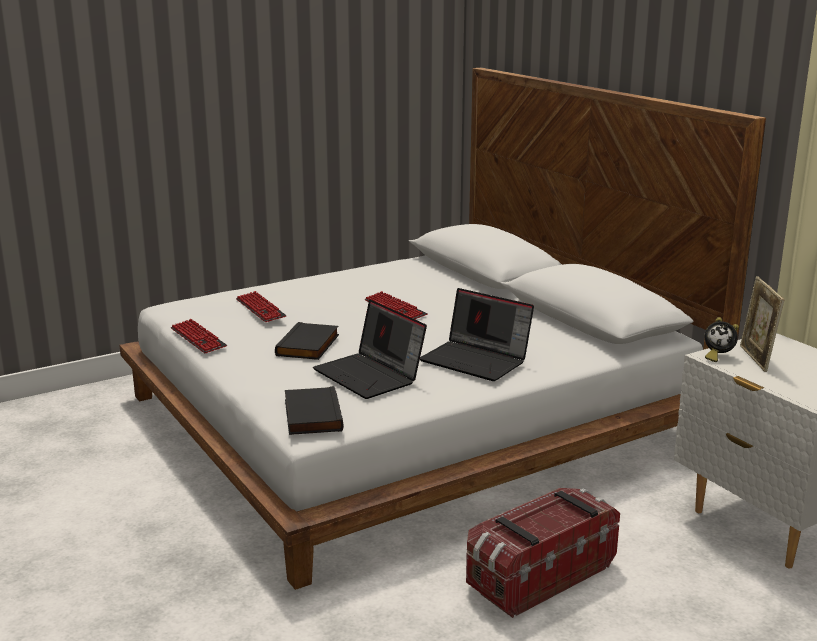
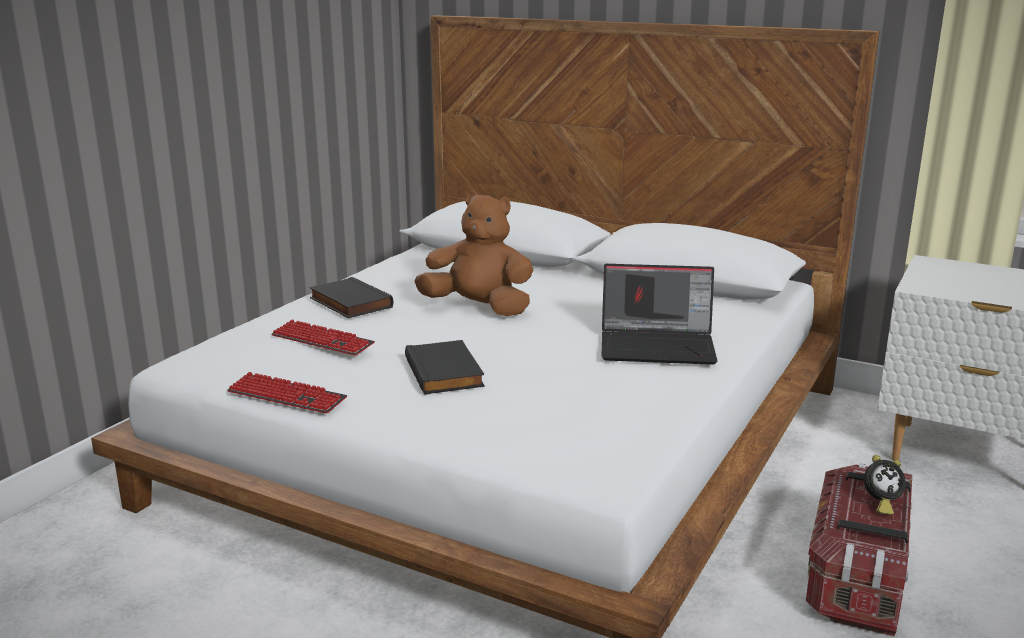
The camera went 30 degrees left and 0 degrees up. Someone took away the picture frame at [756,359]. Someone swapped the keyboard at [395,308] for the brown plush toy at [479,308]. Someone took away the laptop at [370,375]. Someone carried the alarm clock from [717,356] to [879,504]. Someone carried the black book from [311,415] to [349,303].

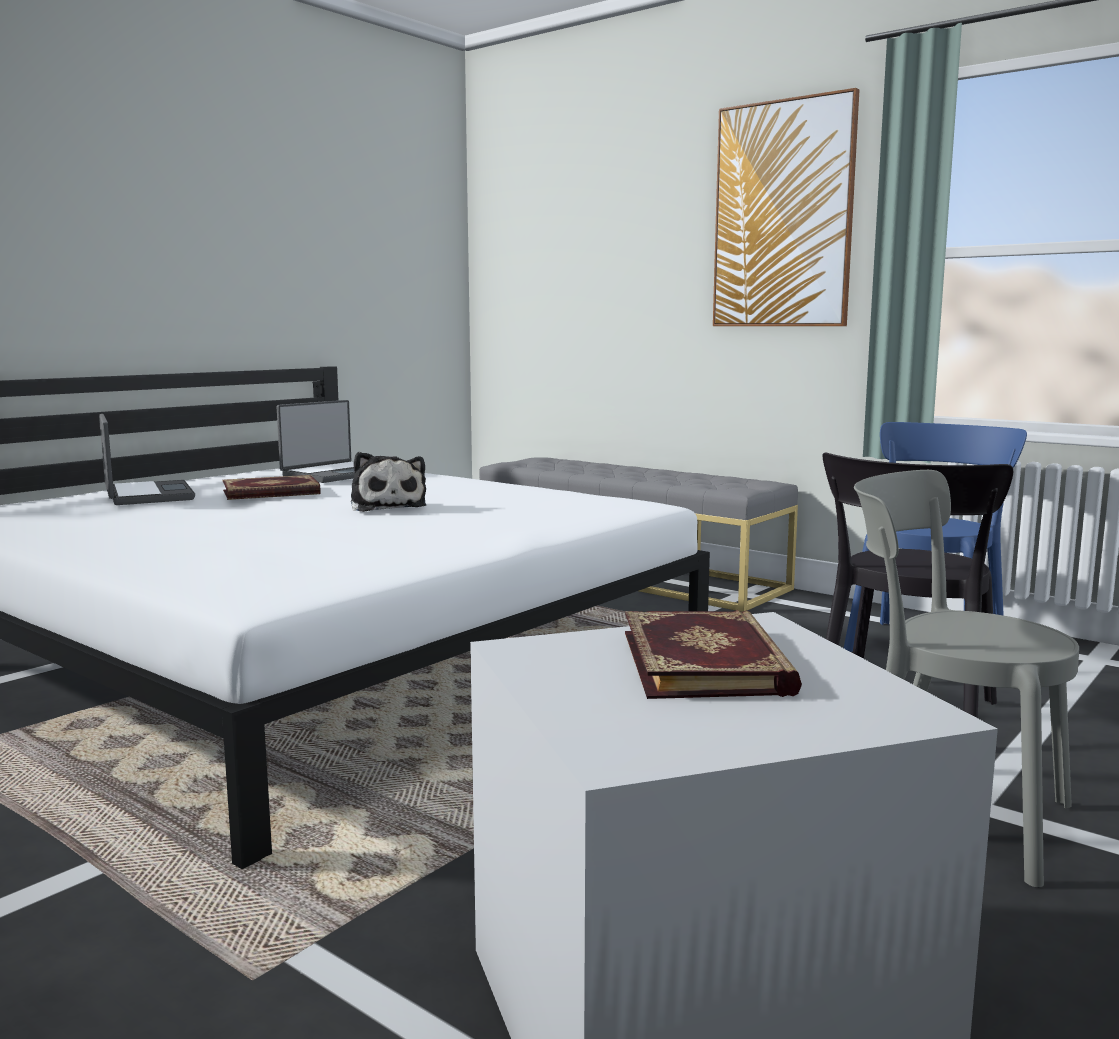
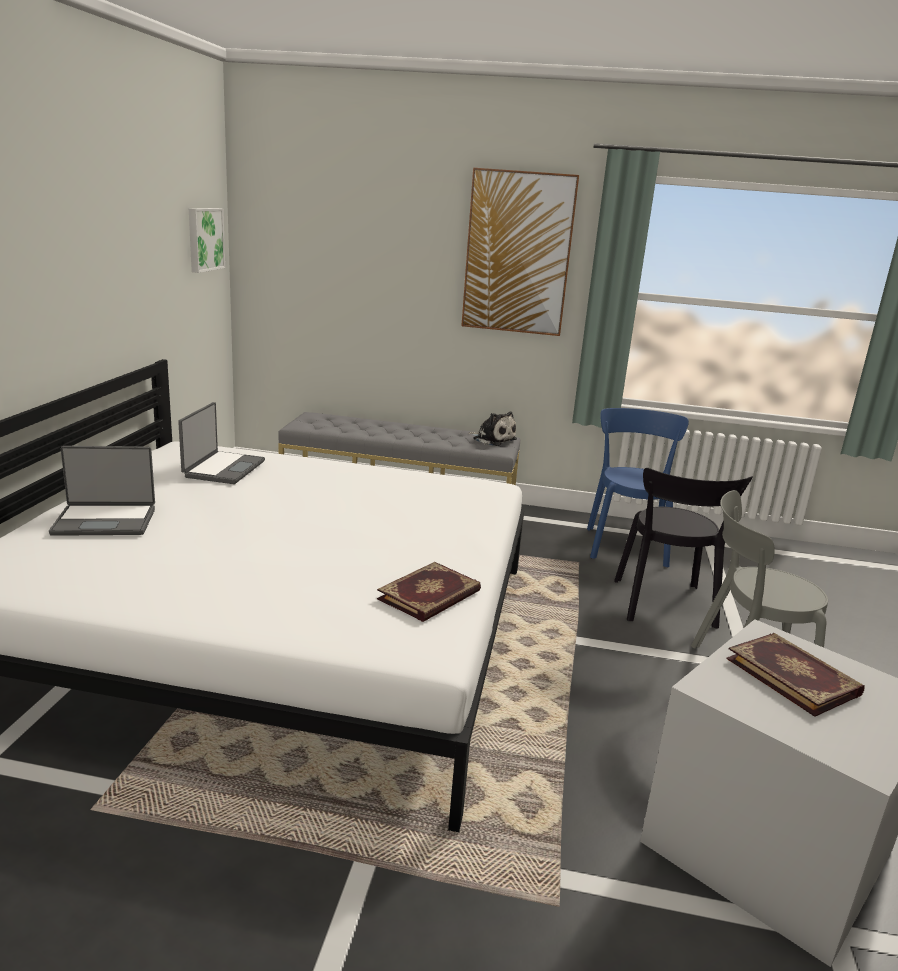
The camera went 30 degrees left and 10 degrees up. Someone rotated the laptop at [146,495] by 135 degrees clockwise. Someone carried the plush toy from [387,506] to [492,439]. Someone carried the book from [271,493] to [430,596]. Someone put up the picture at [204,239].

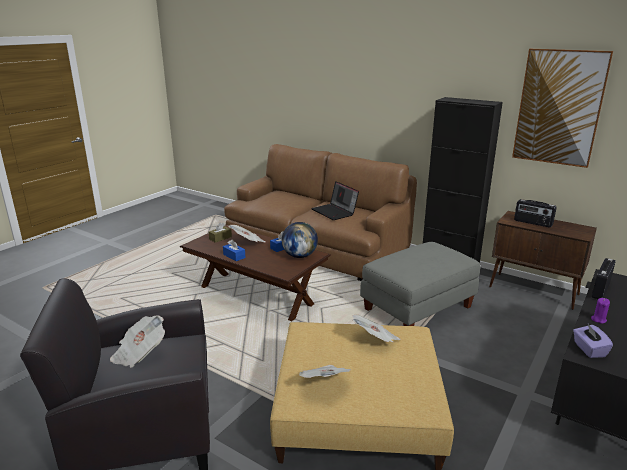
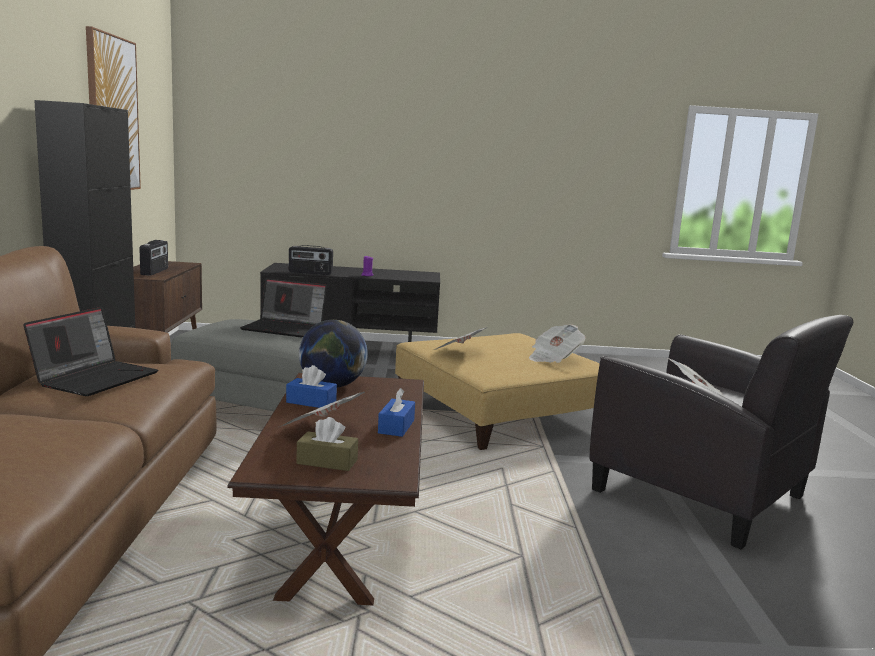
The camera went 125 degrees left and 10 degrees down. Someone took away the purple tissue box at [589,349]. Someone put down the laptop at [285,328].

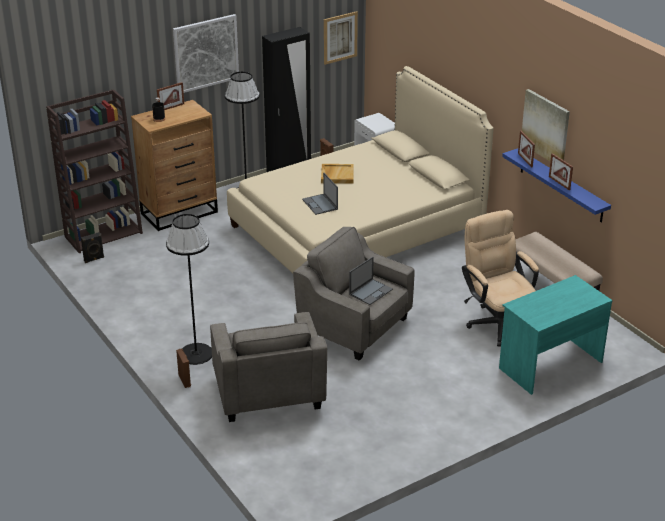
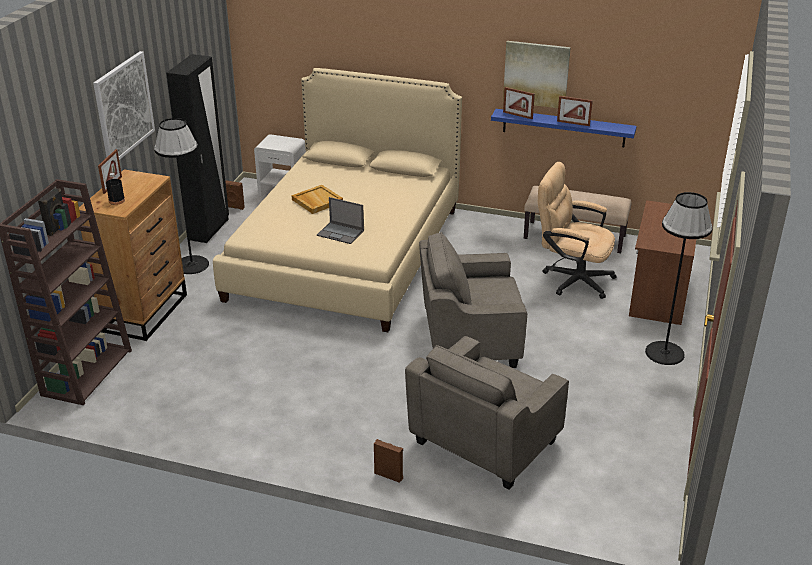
The camera went 40 degrees left and 0 degrees up. Someone took away the picture at [340,37]. Someone carried the black floor lamp from [196,354] to [664,353]. Someone carried the black speaker from [94,259] to [57,229]. Someone took away the laptop at [371,292]. Someone repainted the turquoise desk at [549,364], which became the brown desk at [658,294]. Someone rotated the grey armchair at [268,393] by 90 degrees clockwise.

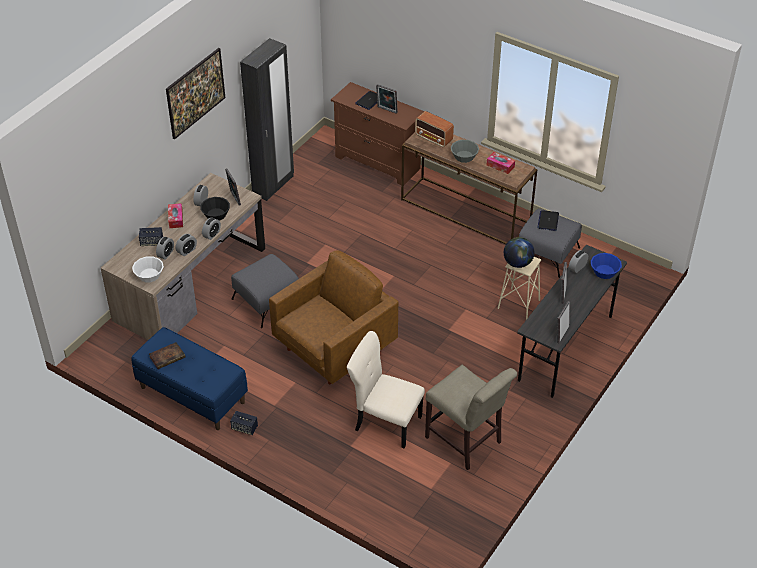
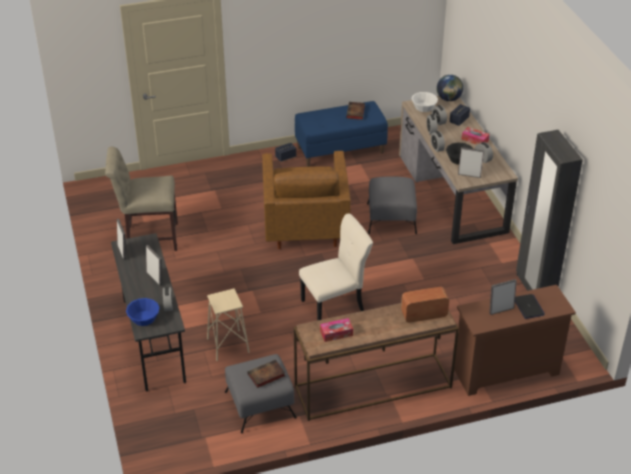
The camera went 130 degrees right and 5 degrees down. Someone took away the picture at [197,105]. Someone took away the grey bowl at [464,156]. Someone swapped the laptop at [548,221] for the book at [265,376]. Someone carried the globe from [517,263] to [449,99]. Someone carried the beige chair from [385,422] to [335,305].

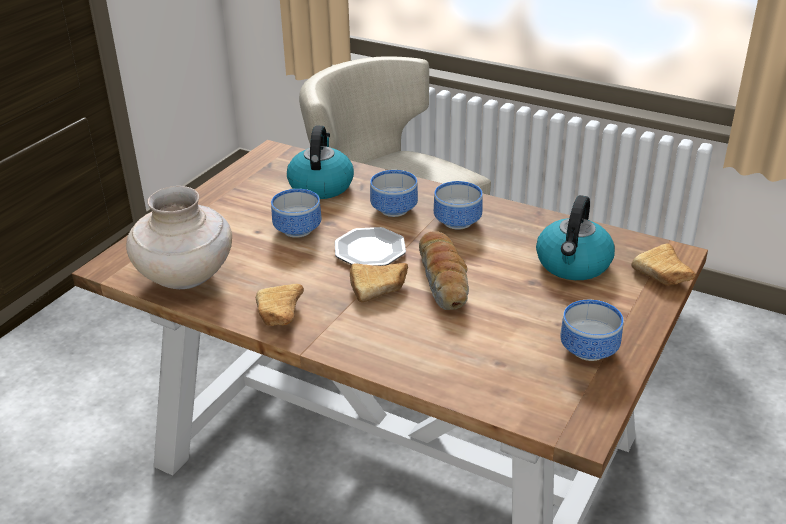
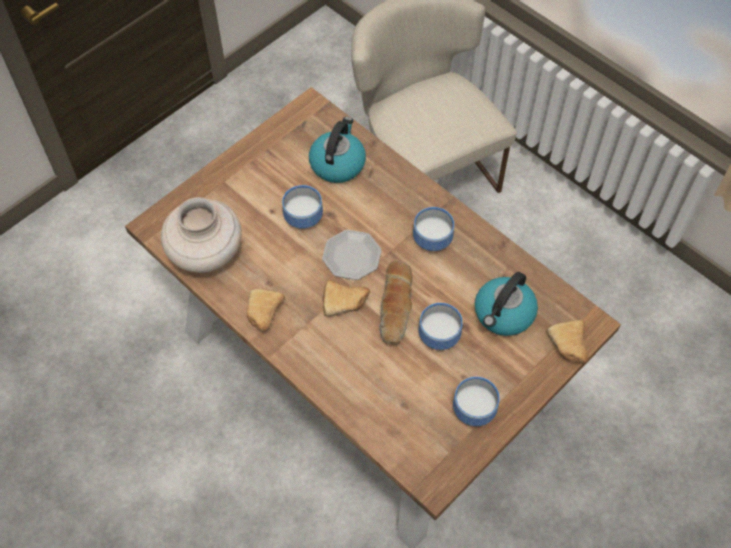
The camera went 15 degrees right and 25 degrees up. Someone carried the bowl from [395,208] to [440,333].

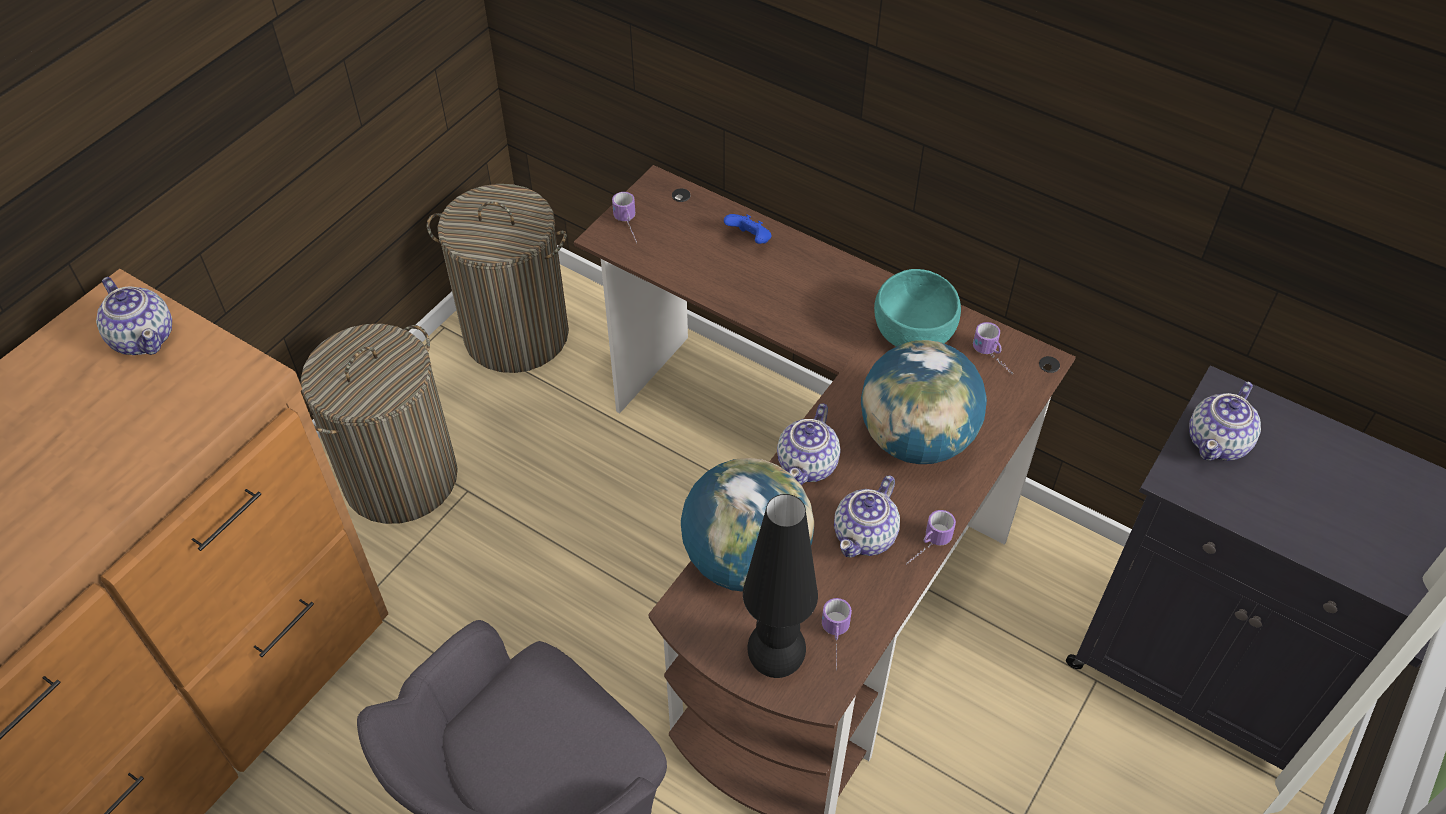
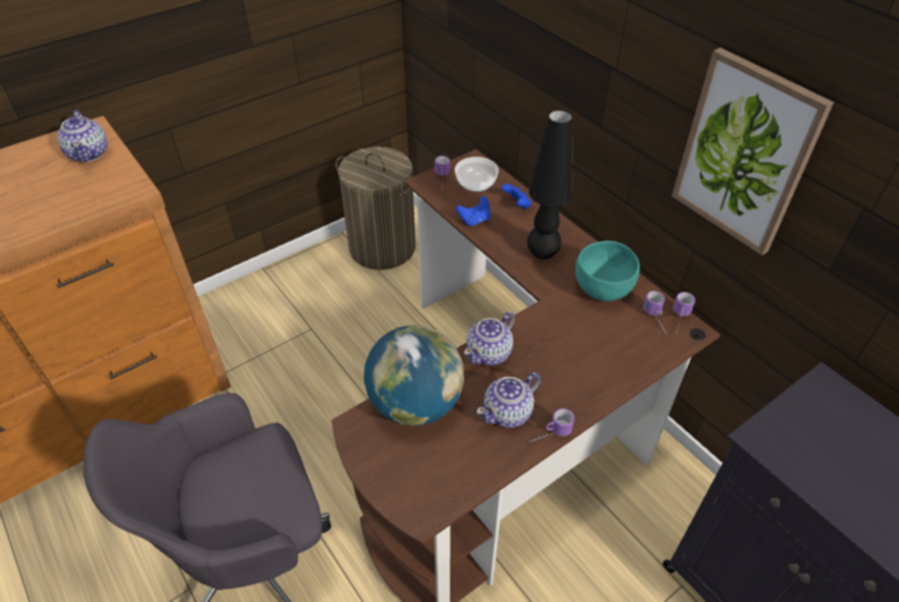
The camera went 20 degrees right and 5 degrees down. Someone took away the laundry basket at [400,477]. Someone took away the globe at [916,440]. Someone took away the teapot at [1218,442]. Someone carried the black table lamp from [775,661] to [542,254]. Someone carried the mug from [835,643] to [678,321]. Someone put up the picture at [745,153]. Someone put down the bowl at [475,183]. Someone put down the blue game controller at [474,220].

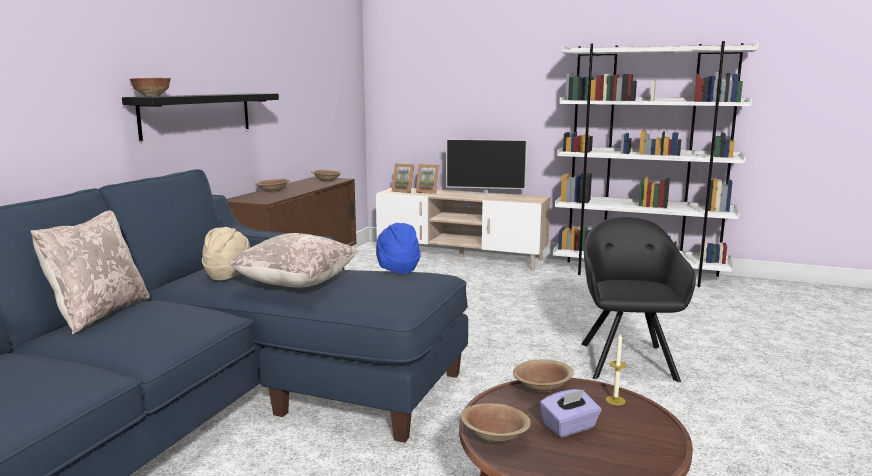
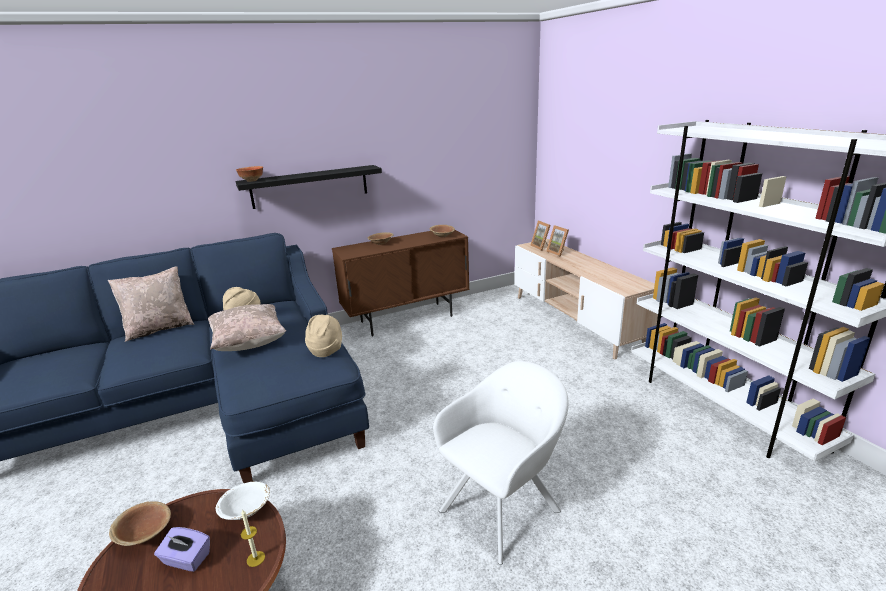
The camera went 45 degrees right and 10 degrees up. Someone took away the television at [485,194]. Someone repainted the black armchair at [626,359], which became the white armchair at [503,507]. Someone repainted the blue hat at [397,269], which became the beige hat at [326,349]. Someone repainted the brown bowl at [542,387], which became the white bowl at [246,510].

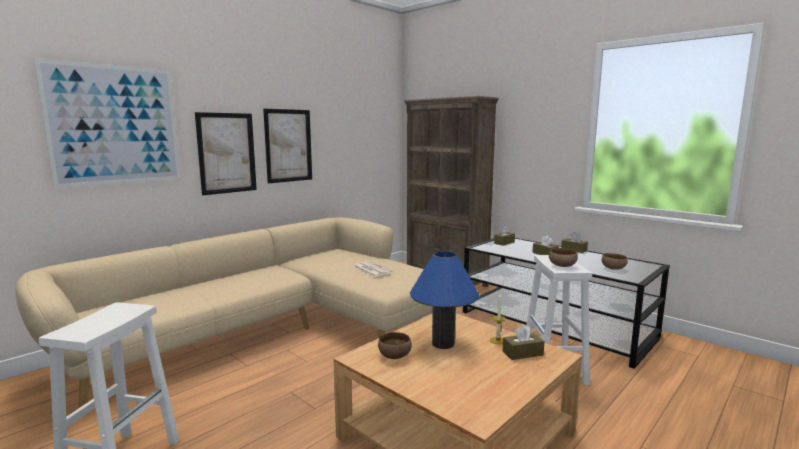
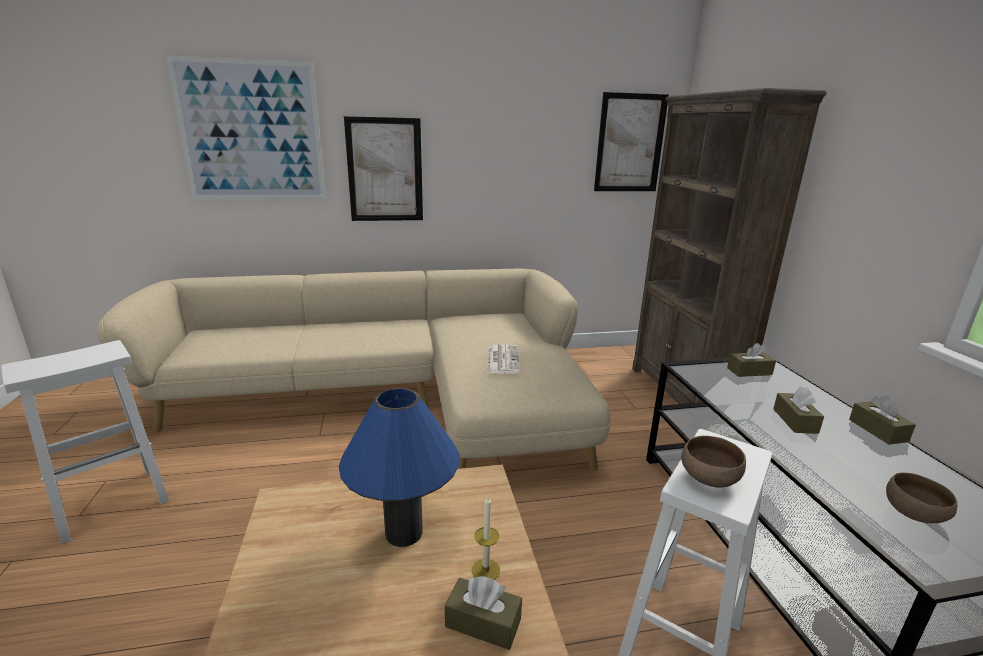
The camera went 35 degrees right and 10 degrees up. Someone carried the picture from [288,145] to [630,143]. Someone took away the brown bowl at [394,355].

